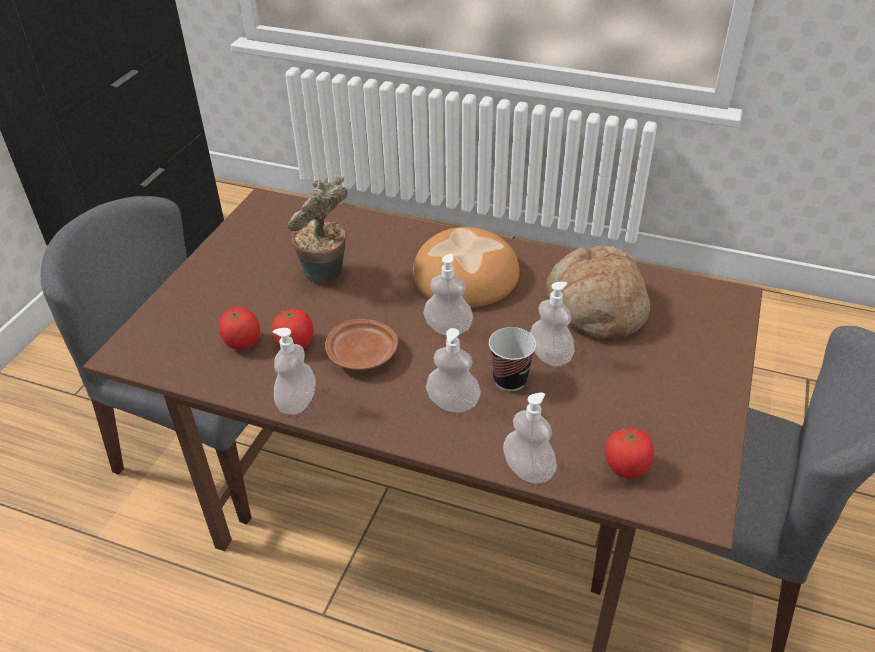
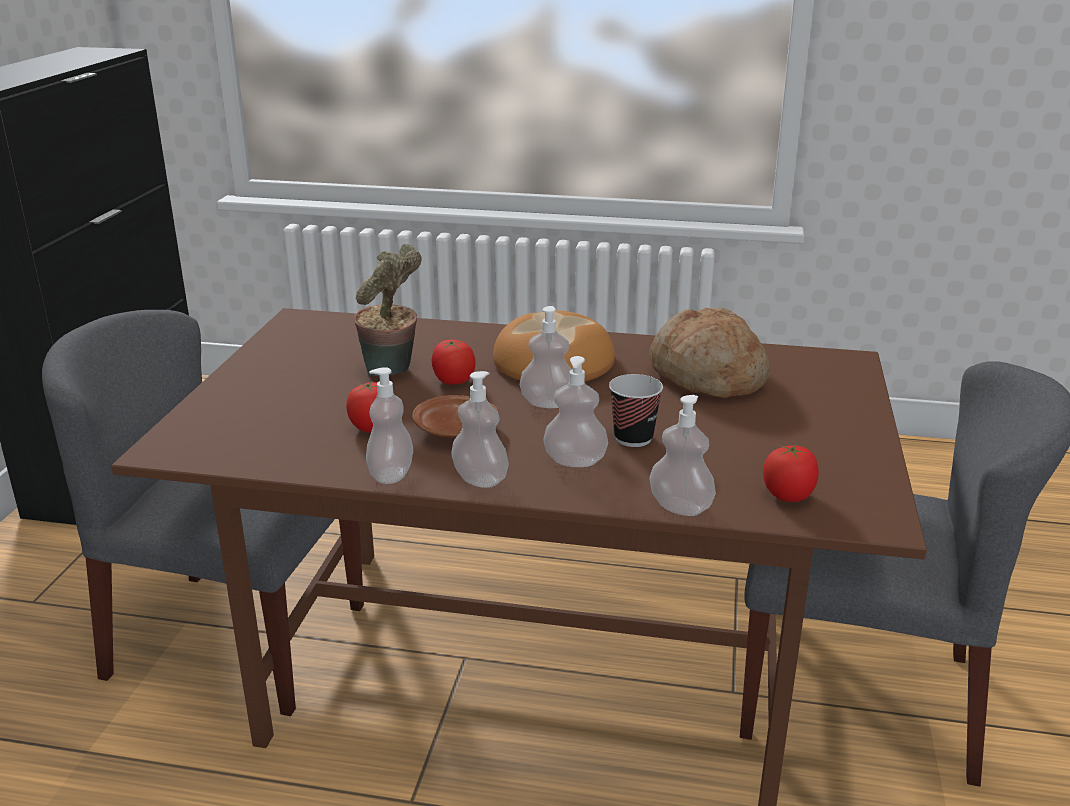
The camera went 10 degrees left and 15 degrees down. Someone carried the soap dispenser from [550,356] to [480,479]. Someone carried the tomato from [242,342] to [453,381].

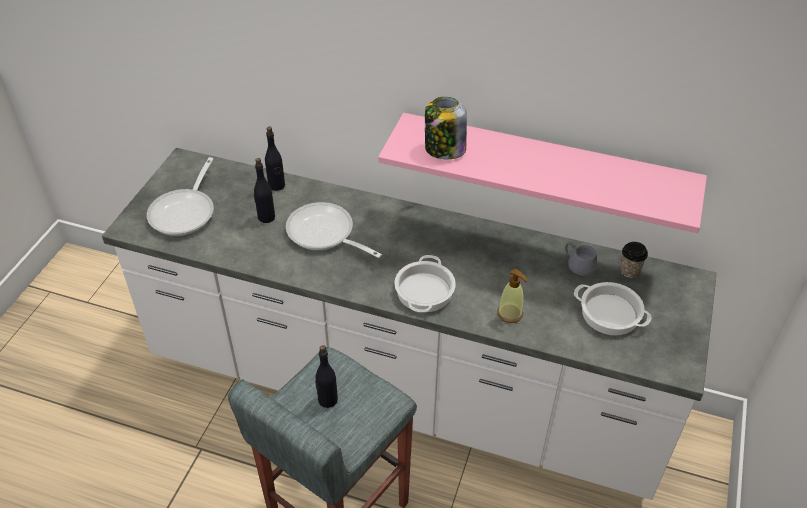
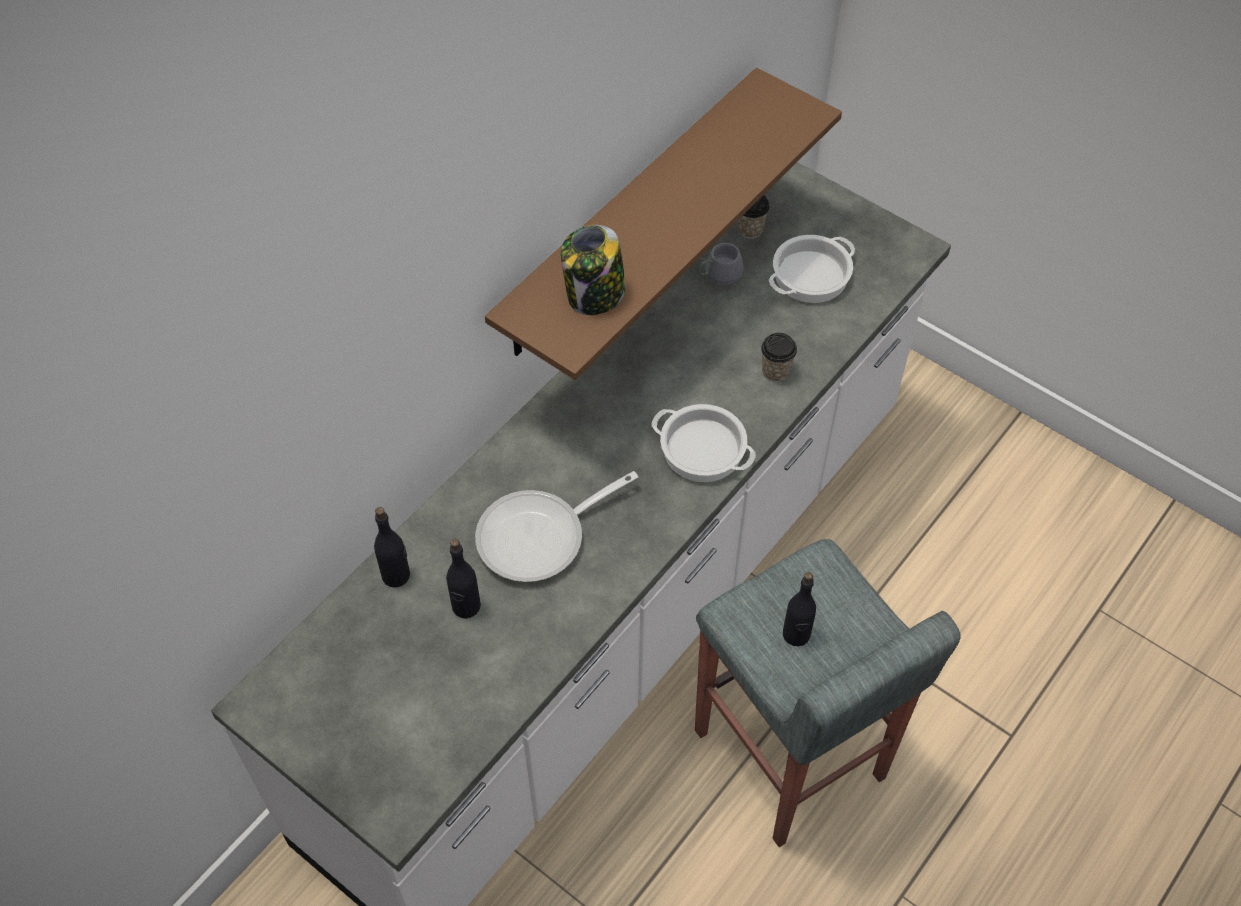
The camera went 70 degrees left and 10 degrees up. Someone repainted the pink shelf at [545,167], which became the brown shelf at [628,215]. Someone took away the frying pan at [185,212]. Someone swapped the soap dispenser at [510,313] for the cup at [775,372].

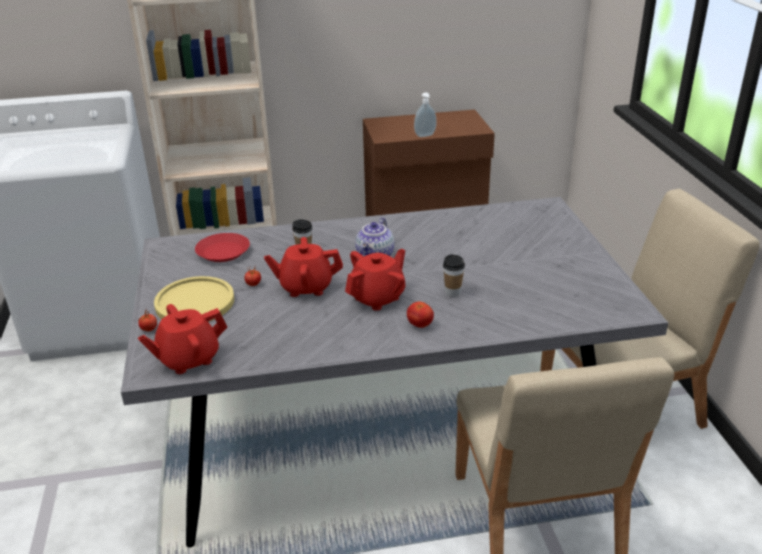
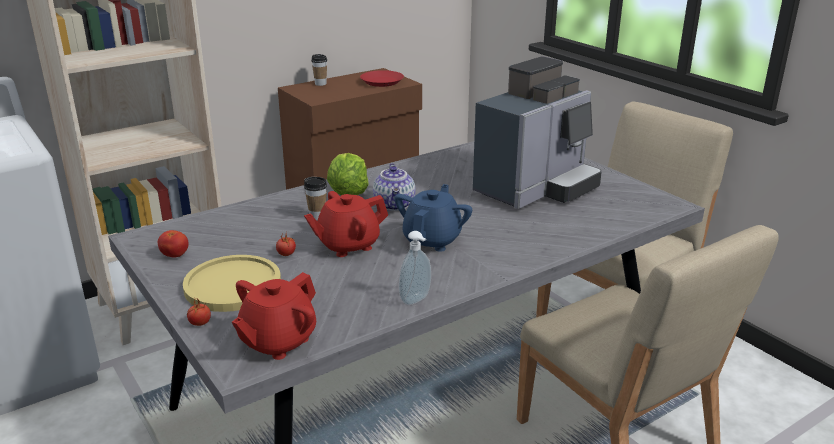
The camera went 25 degrees left and 5 degrees down. Someone carried the soap dispenser from [425,136] to [416,300]. Someone carried the red plate from [223,252] to [382,82]. Someone repainted the red teapot at [377,298], which became the blue teapot at [432,240]. Someone carried the cup from [452,292] to [320,84]. Someone carried the tomato from [420,325] to [175,255]. Someone put down the coffee machine at [536,188]. Someone put down the lettuce at [348,192].

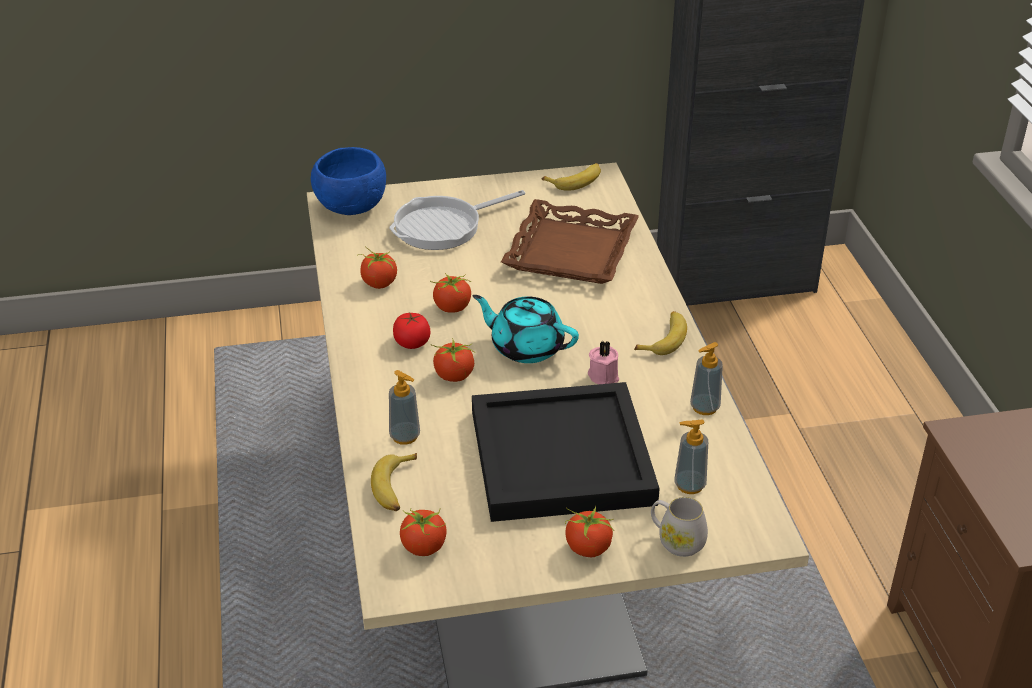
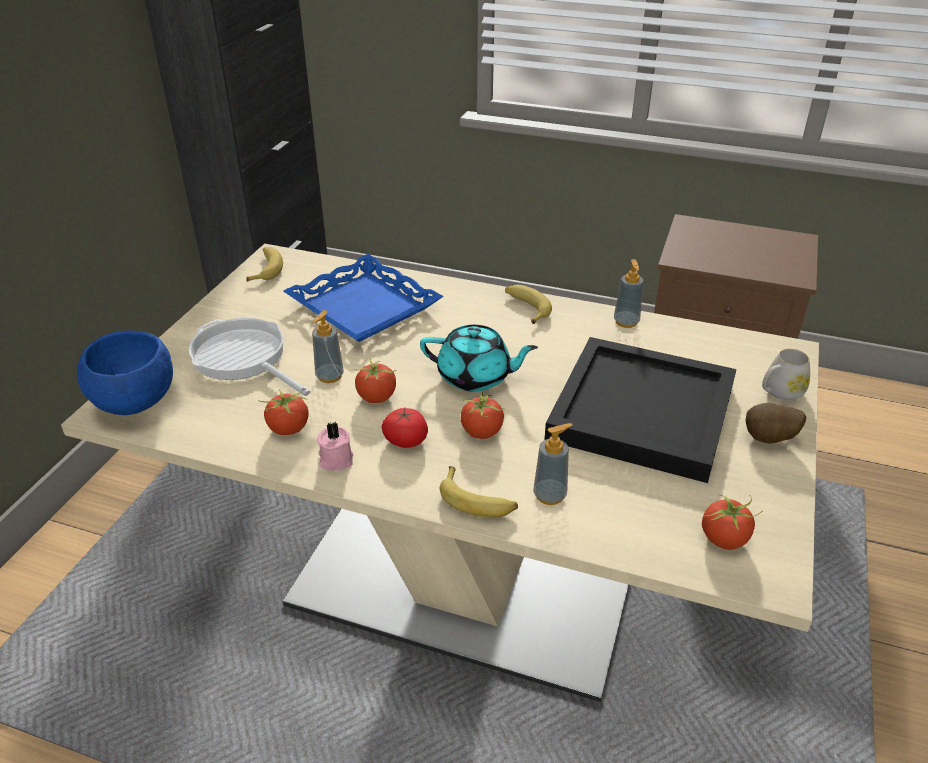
The camera went 60 degrees left and 0 degrees up. Someone rotated the frying pan at [443,226] by 135 degrees clockwise. Someone repainted the brown tray at [572,252], which became the blue tray at [365,306]. Someone rotated the turquoise teapot at [526,347] by 135 degrees counterclockwise. Someone carried the pink candle from [604,375] to [335,459]. Someone carried the soap dispenser from [689,485] to [329,376]. Someone carried the banana from [395,488] to [477,501]. Someone swapped the tomato at [587,548] for the potato at [769,440].

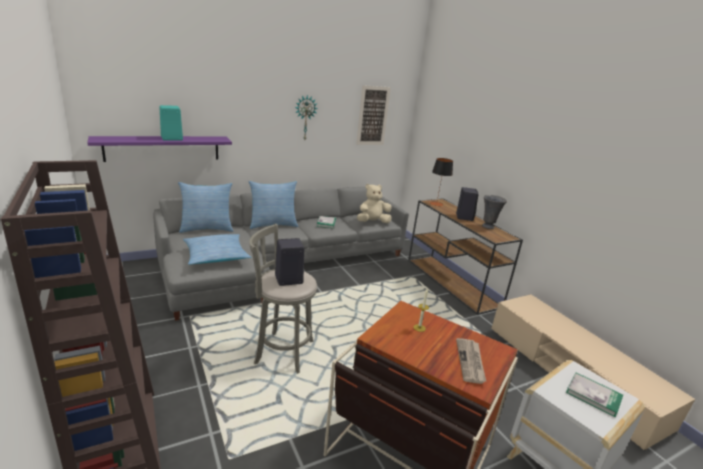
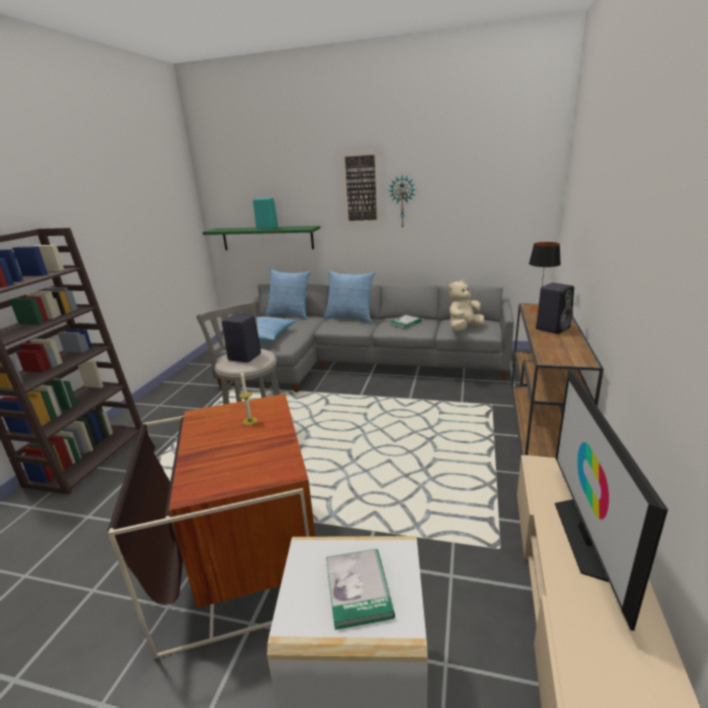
The camera went 45 degrees right and 0 degrees up. Someone carried the picture from [373,116] to [361,188]. Someone repainted the purple shelf at [163,148], which became the green shelf at [267,238]. Someone rotated the beige plush toy at [372,222] by 60 degrees counterclockwise. Someone took away the grey vase at [488,226]. Someone took away the newspaper at [470,362]. Someone put down the television at [587,537].

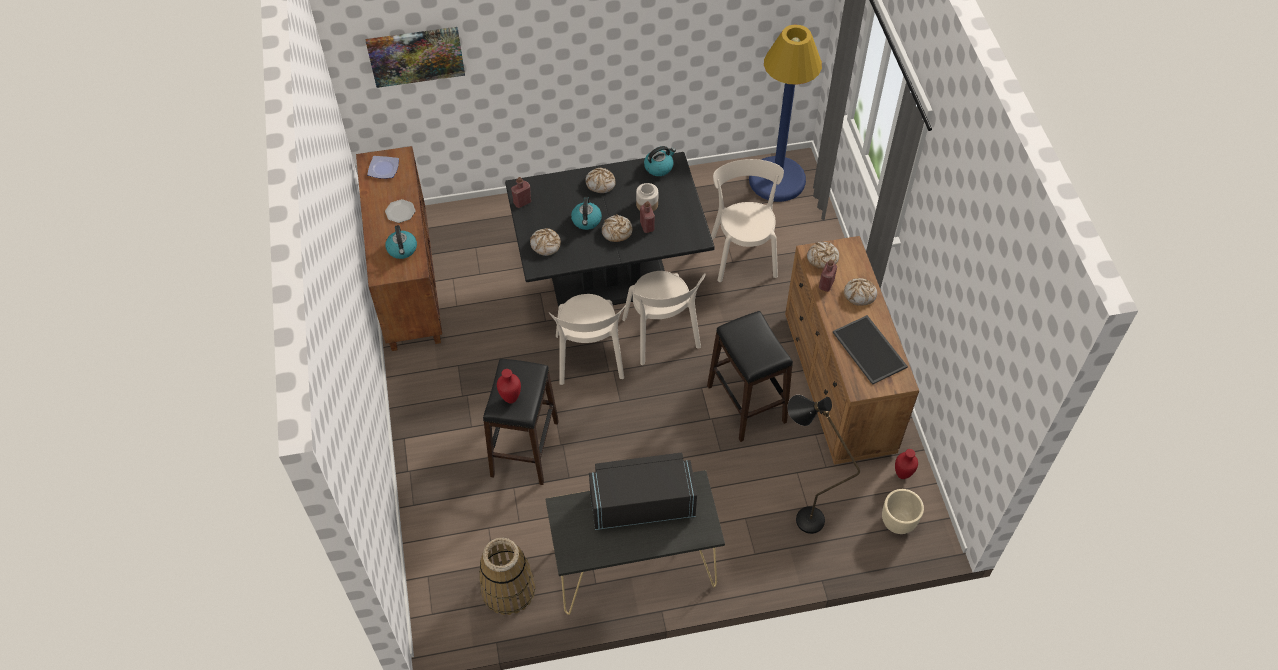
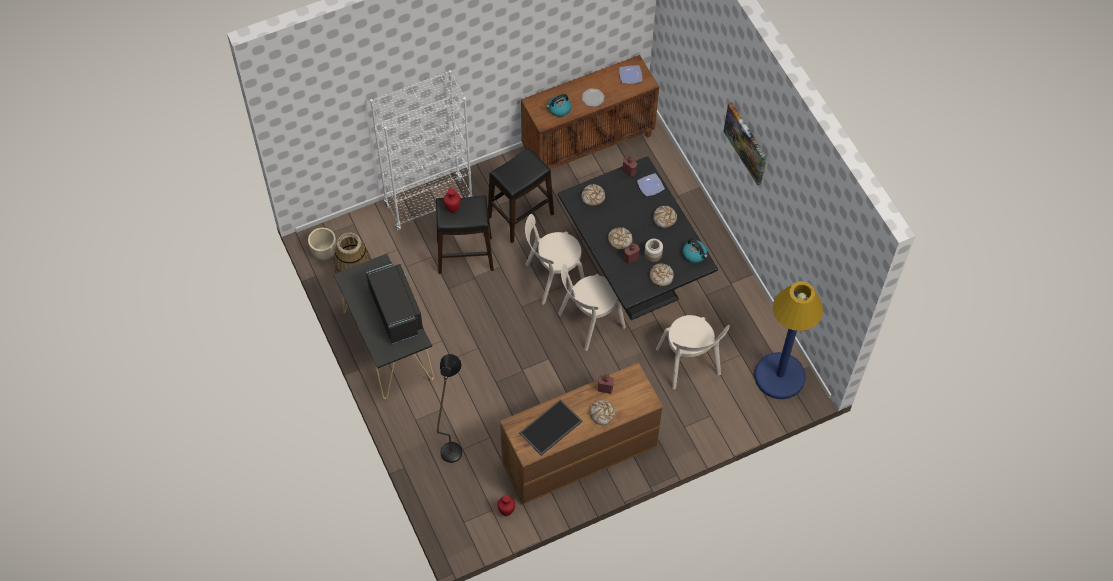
The camera went 75 degrees right and 5 degrees up. Someone carried the picture from [416,55] to [746,143]. Someone rotated the beige chair at [743,254] by 90 degrees clockwise. Someone took away the kettle at [586,221]. Someone carried the bread from [822,258] to [661,276]. Someone carried the black stool from [746,404] to [521,215]. Someone carried the beige planter from [897,522] to [325,252]. Someone put down the white bookcase at [429,203]. Someone put down the plate at [651,186].

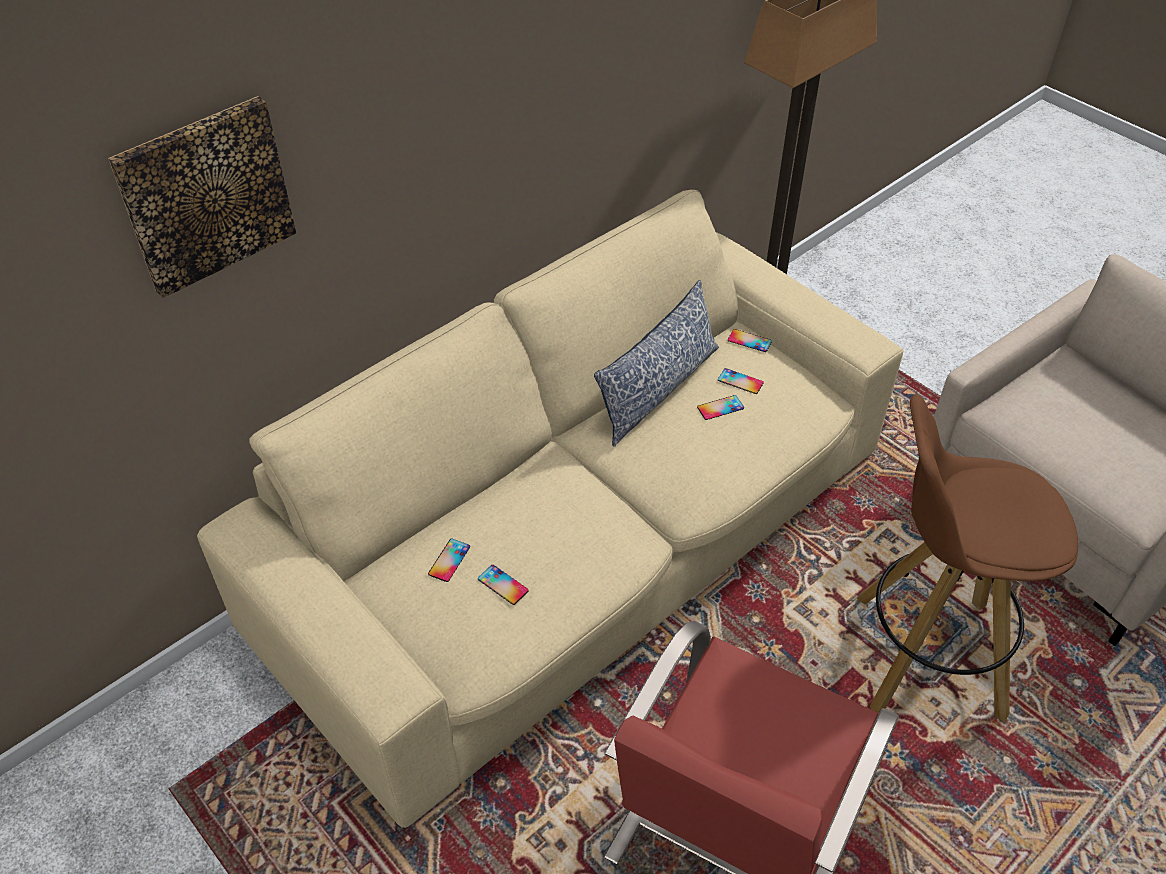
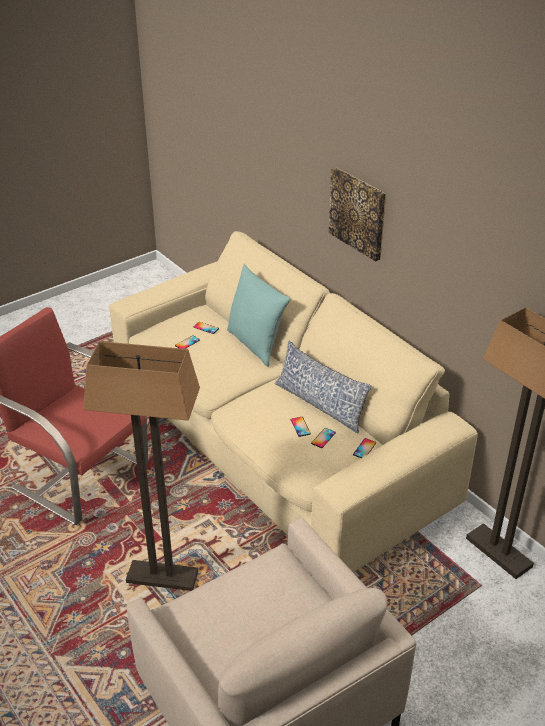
The camera went 95 degrees right and 10 degrees down. Someone carried the picture from [205,195] to [358,213]. Someone swapped the brown stool at [925,655] for the floor lamp at [163,577]. Someone put down the turquoise pillow at [256,344].

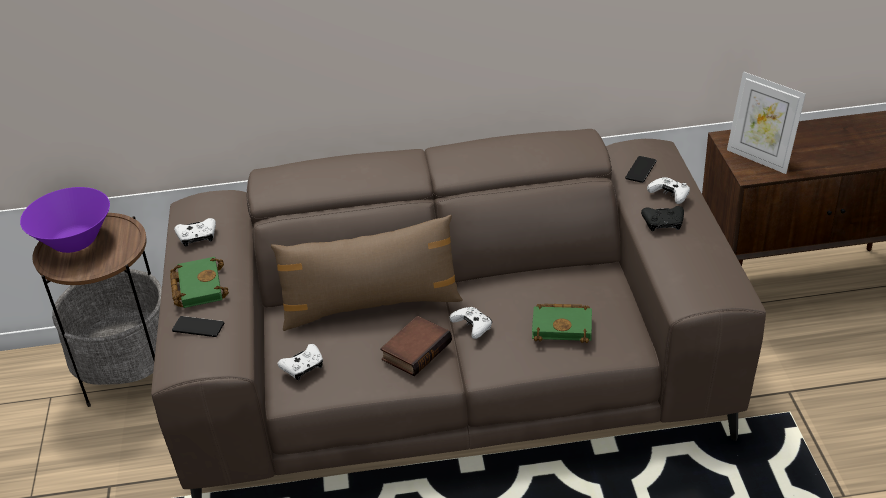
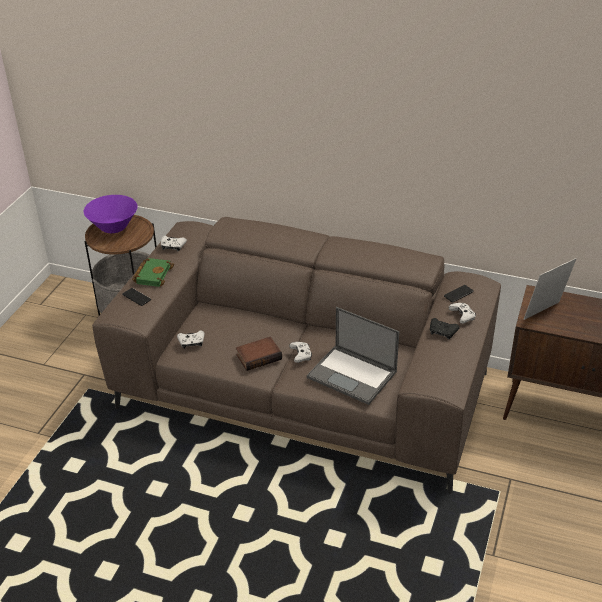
The camera went 25 degrees right and 0 degrees up. Someone rotated the picture frame at [759,158] by 75 degrees clockwise. Someone took away the brown pillow at [371,305]. Someone swapped the green book at [563,326] for the laptop at [353,375].

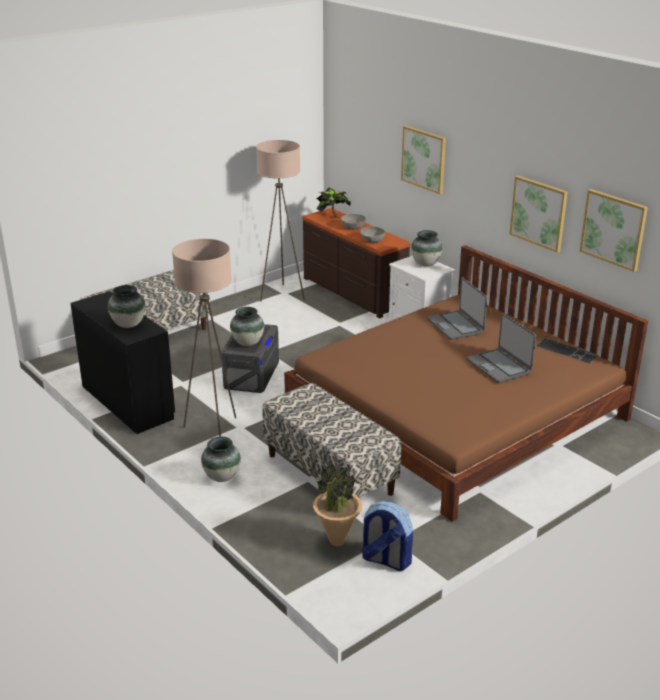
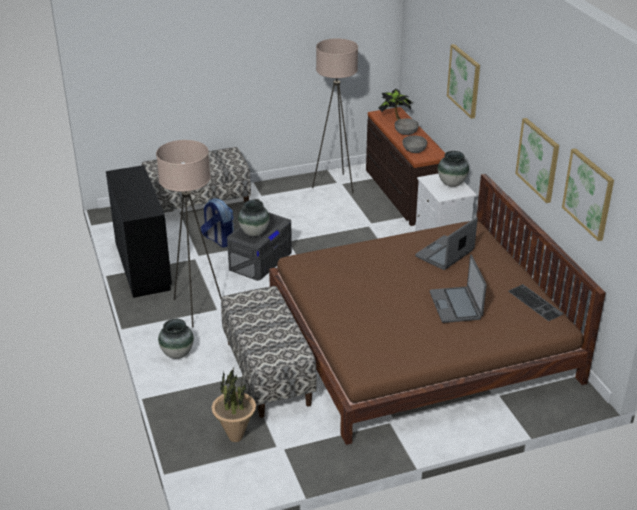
The camera went 20 degrees right and 5 degrees up. Someone rotated the laptop at [455,326] by 45 degrees clockwise. Someone took away the vase at [129,325]. Someone carried the backpack from [385,560] to [218,240].

